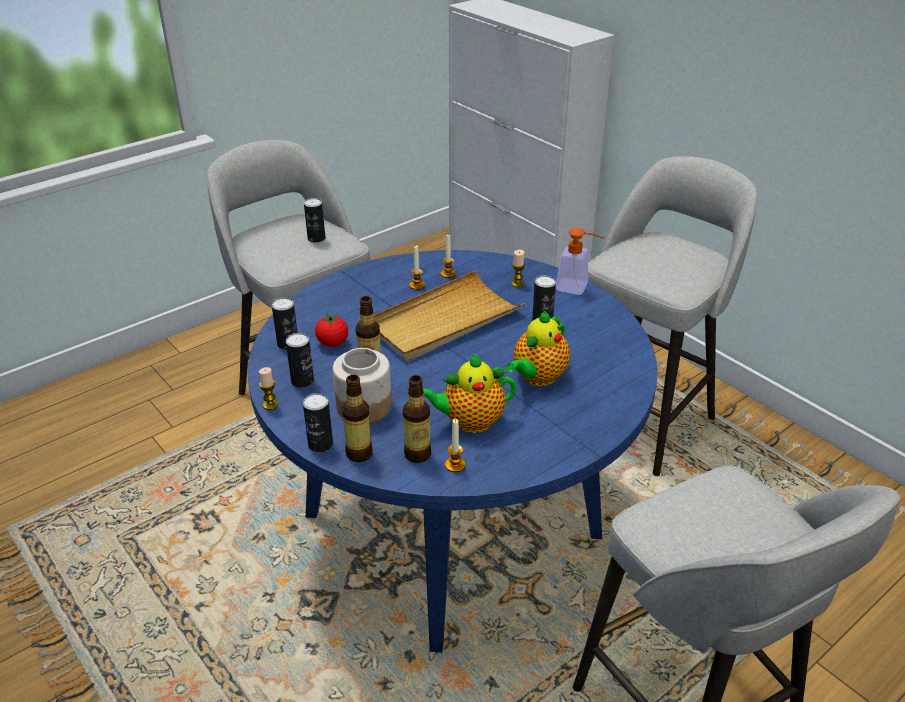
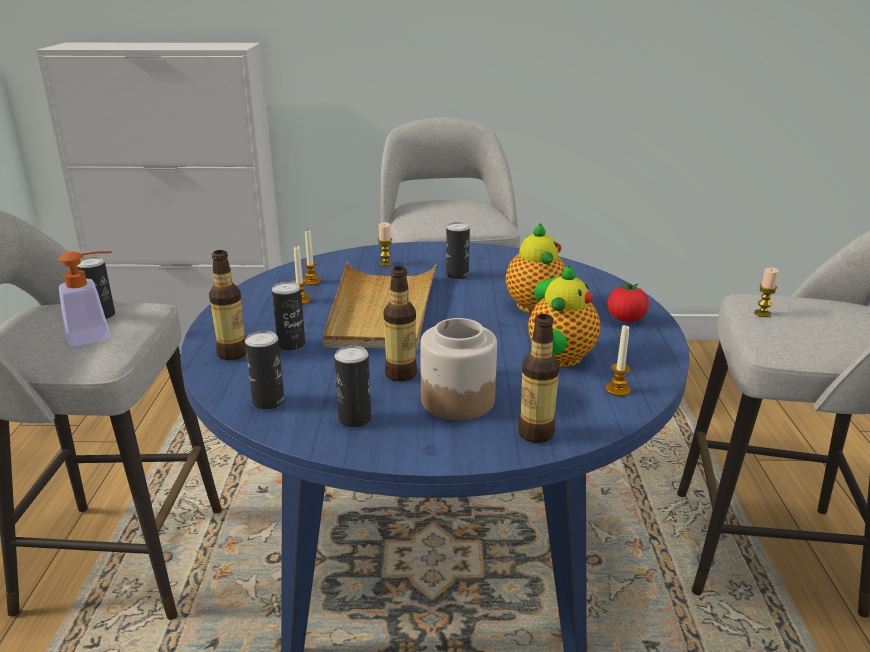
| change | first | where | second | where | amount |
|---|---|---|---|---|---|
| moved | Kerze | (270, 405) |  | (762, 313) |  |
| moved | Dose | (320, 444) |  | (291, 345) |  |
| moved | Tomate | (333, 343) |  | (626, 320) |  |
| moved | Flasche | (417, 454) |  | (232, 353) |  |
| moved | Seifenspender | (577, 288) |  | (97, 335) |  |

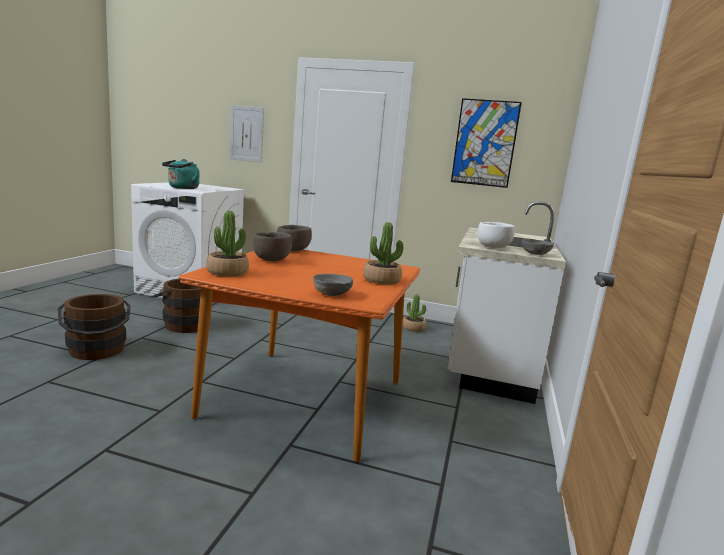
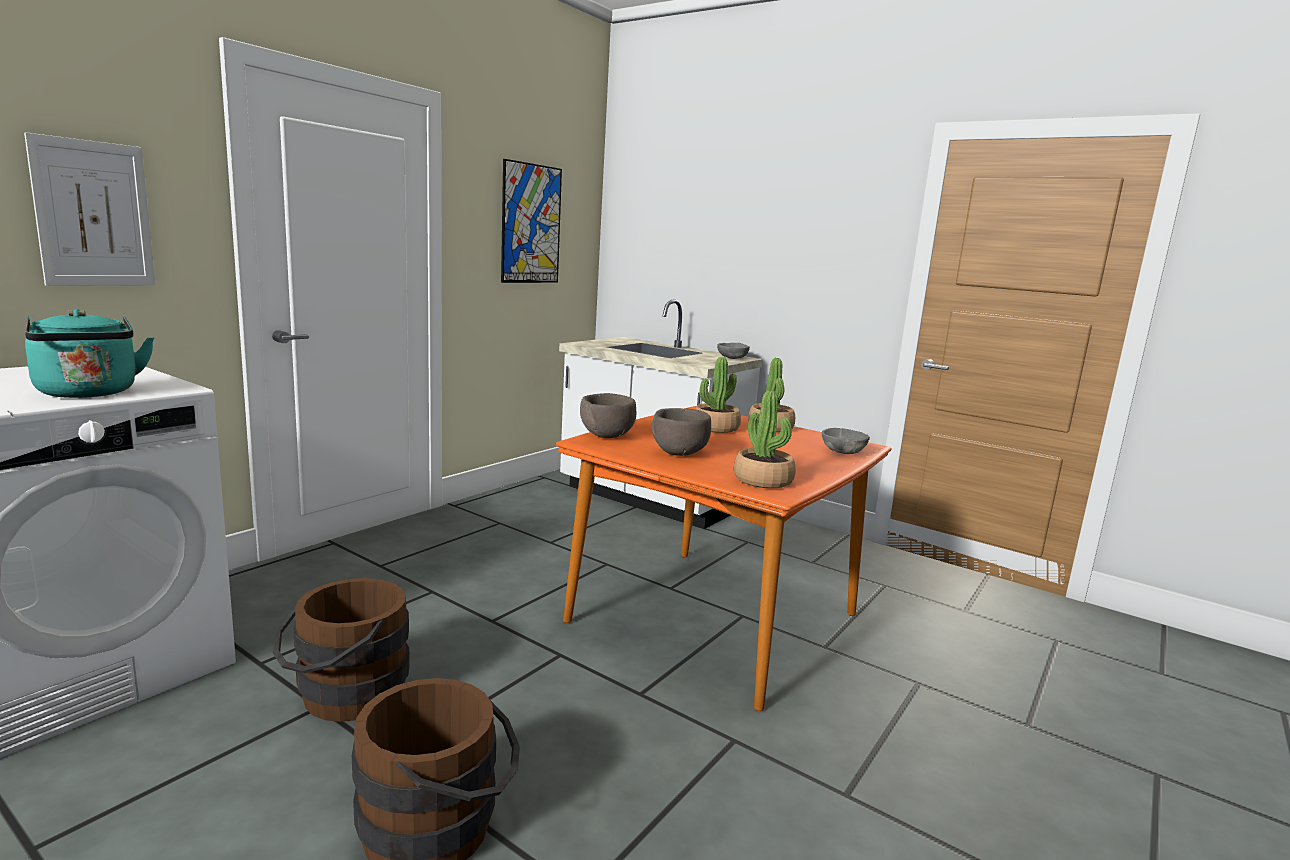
| change | first | where | second | where | amount |
|---|---|---|---|---|---|
| removed | Schüssel (weiß) | (493, 247) |  |  |  |
| moved | Topfpflanze | (413, 328) |  | (716, 428) |  |

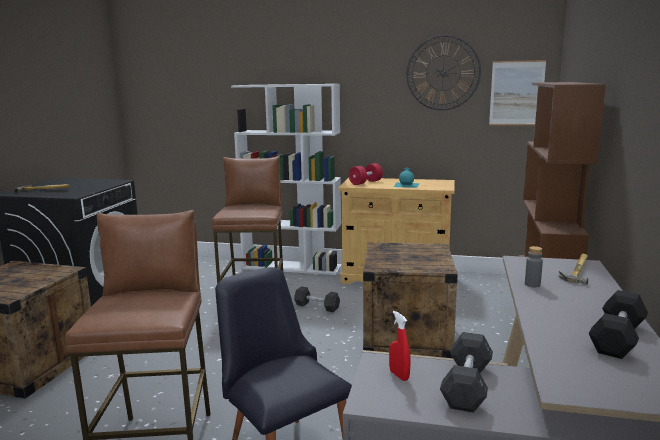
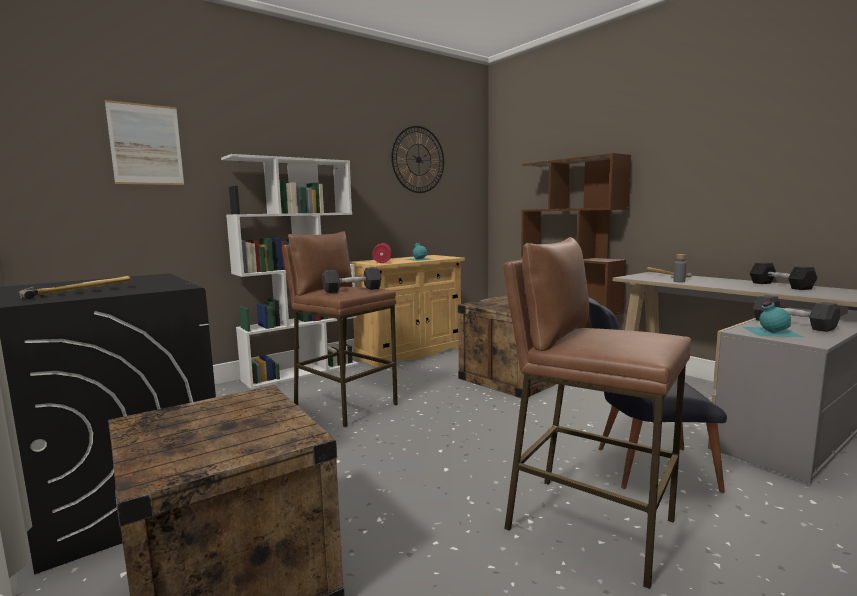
| change | first | where | second | where | amount |
|---|---|---|---|---|---|
| moved | Hantel (grau) | (317, 306) |  | (352, 290) |  |
| moved | Bild | (516, 93) |  | (146, 144) |  |
| replaced | Sprühflasche (rot) | (399, 375) | Flasche (türkis) | (770, 331) |  |

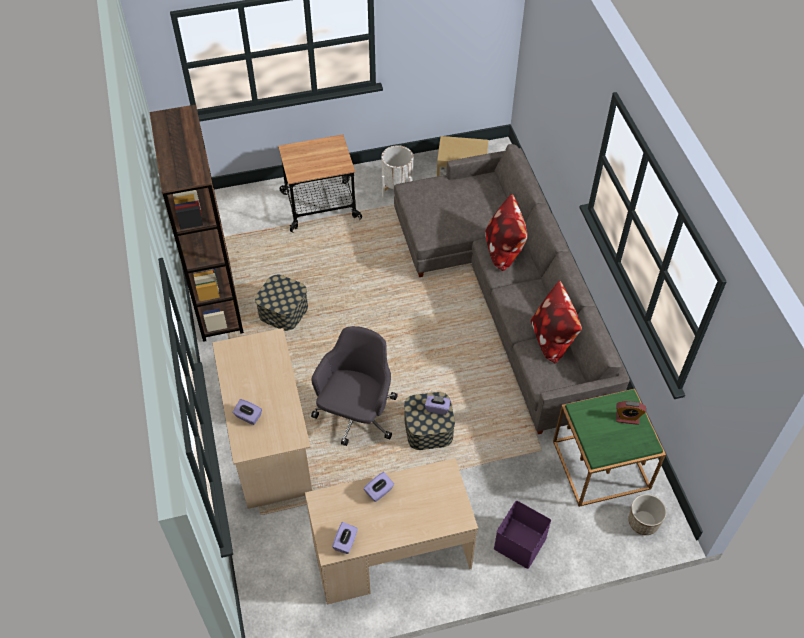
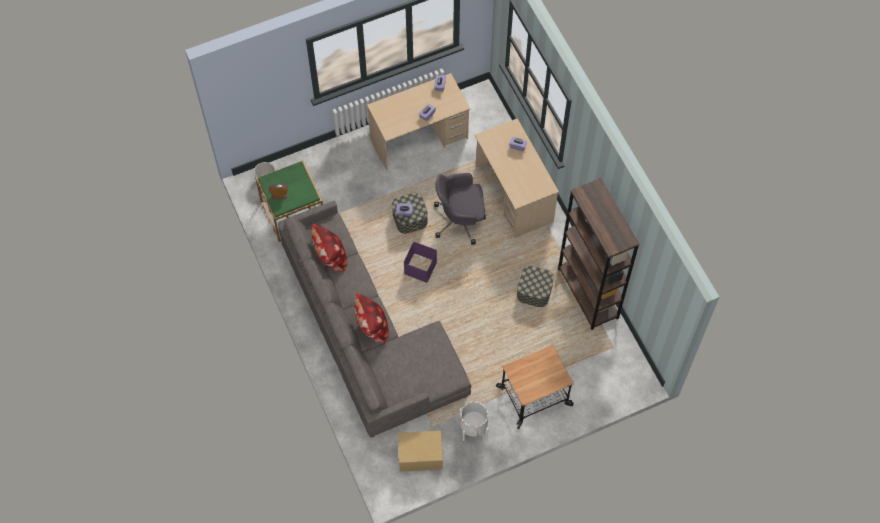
| change | first | where | second | where | amount |
|---|---|---|---|---|---|
| moved | Aufbewahrungsbox (lila) | (520, 544) |  | (420, 267) |  |
| turned | Bürostuhl (grau) | (356, 415) |  | (460, 220) | 75 degrees clockwise |

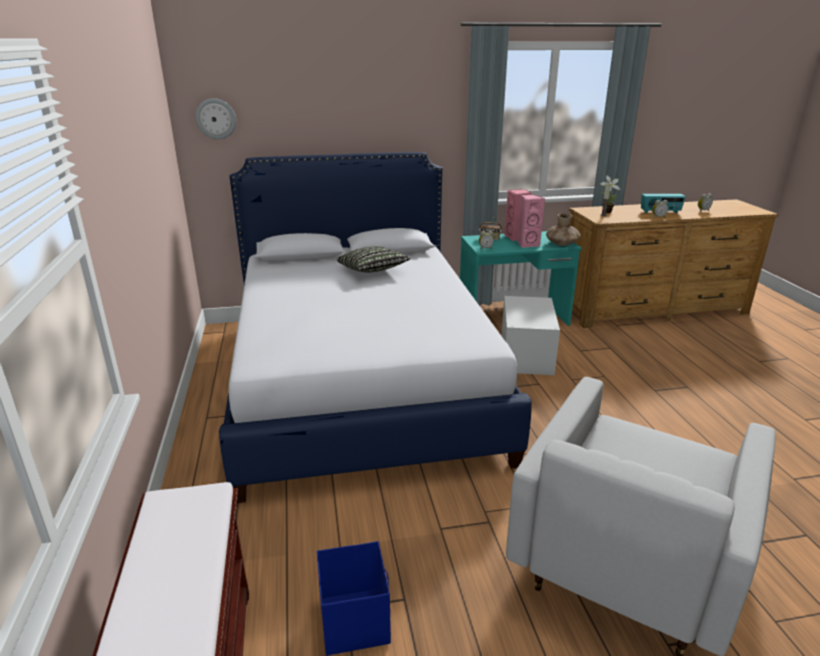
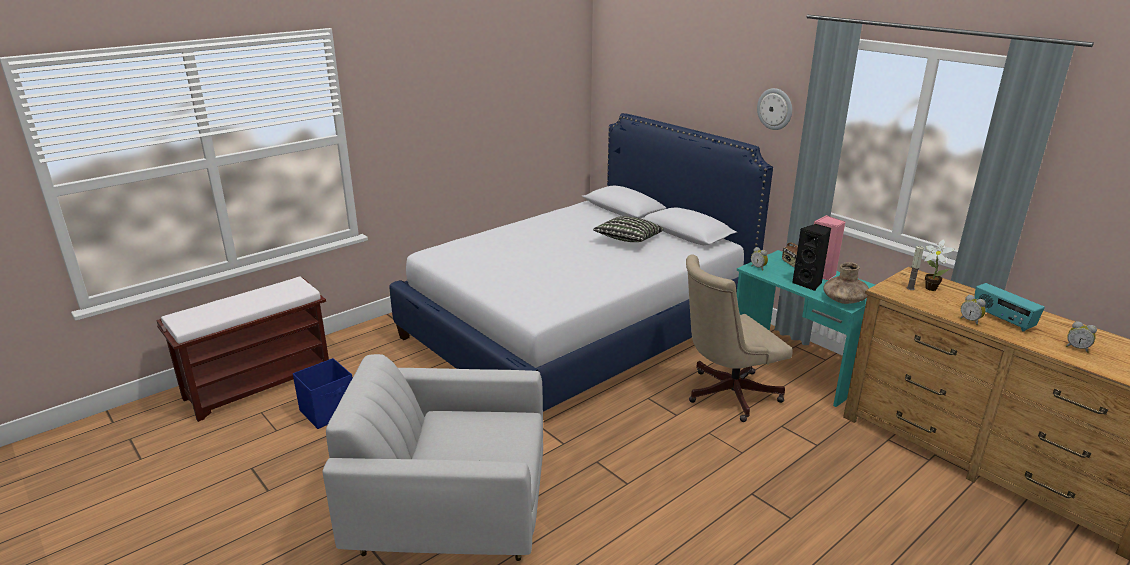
| change | first | where | second | where | amount |
|---|---|---|---|---|---|
| moved | Wanduhr | (216, 119) |  | (775, 109) |  |
| replaced | Aufbewahrungsbox (weiß) | (526, 355) | Bürostuhl (beige) | (726, 394) |  |
| recoloured | Lautsprecher (rosa) | (527, 244) | Lautsprecher (schwarz) | (809, 283) |  |

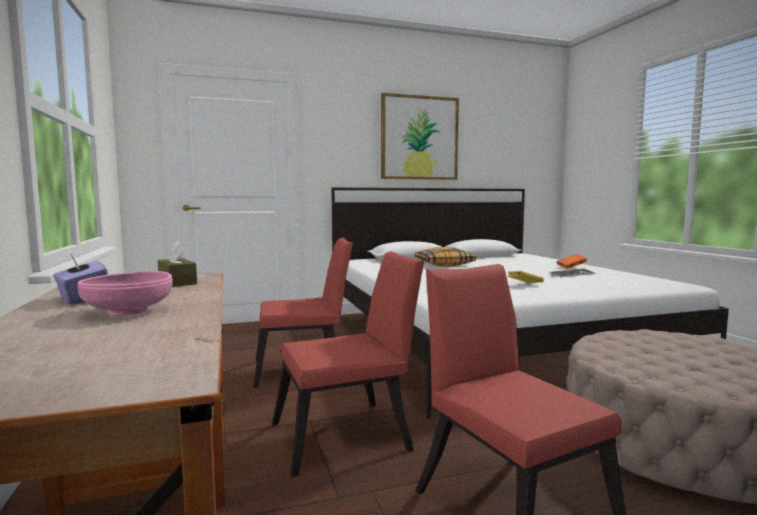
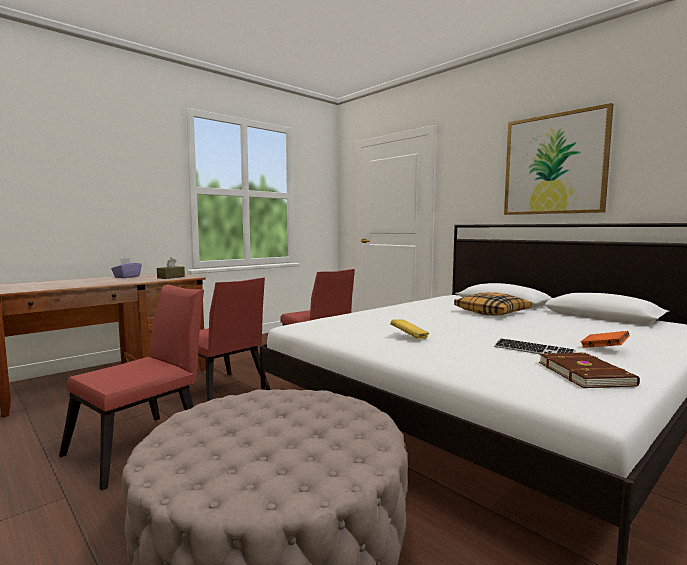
| change | first | where | second | where | amount |
|---|---|---|---|---|---|
| removed | Schüssel (rosa) | (129, 311) |  |  |  |
| added |  |  | Buch (braun) | (585, 373) |  |

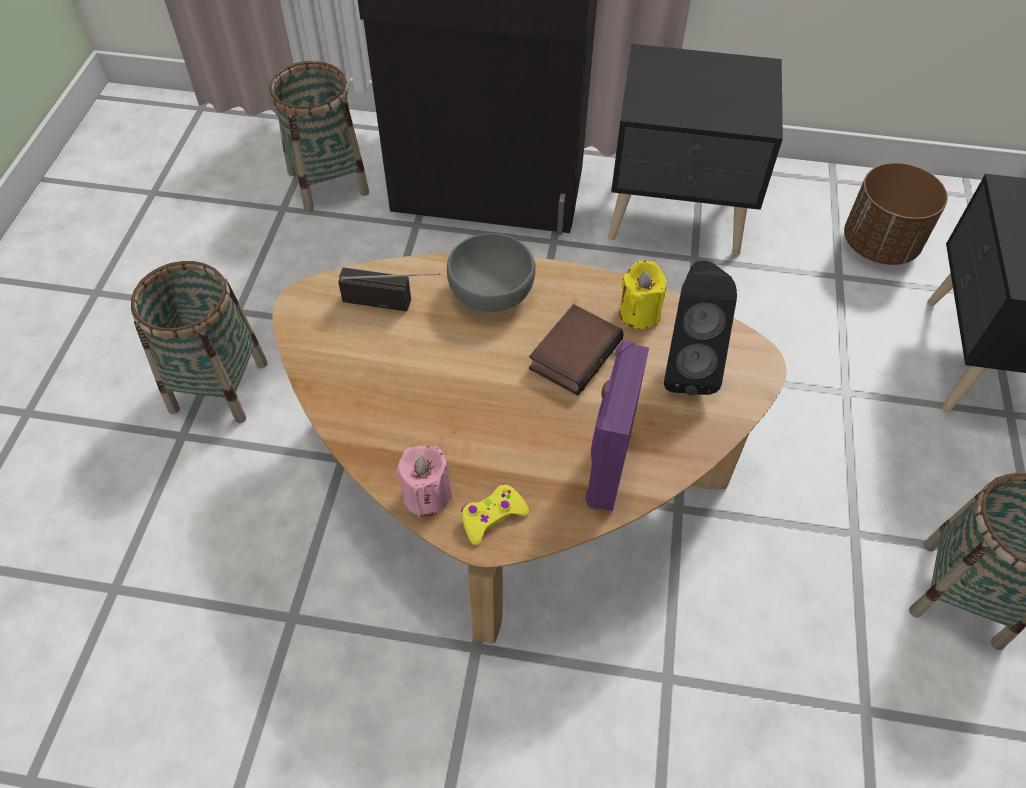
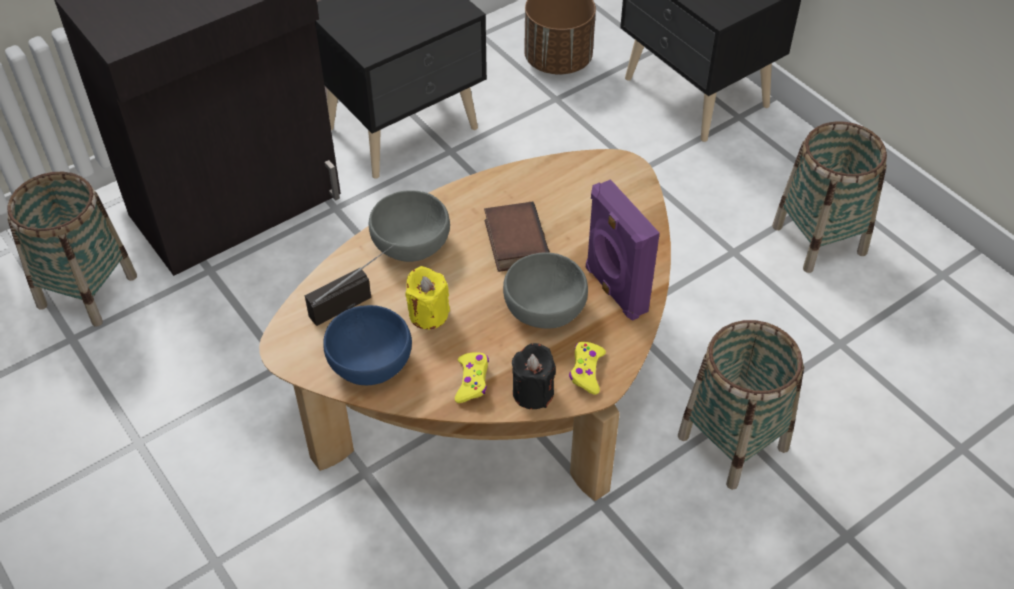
| change | first | where | second | where | amount |
|---|---|---|---|---|---|
| removed | Lautsprecher (schwarz) | (687, 366) |  |  |  |
| added |  |  | Schüssel (blau) | (369, 363) |  |
| added |  |  | Gamepad (gelb) | (472, 381) |  |
| added |  |  | Schüssel (grau) | (543, 308) |  |
| moved | Korb | (219, 386) |  | (733, 442) |  |
| moved | Kerze (gelb) | (639, 313) |  | (428, 314) |  |
| recoloured | Kerze (rosa) | (427, 495) | Kerze (schwarz) | (533, 392) |  |

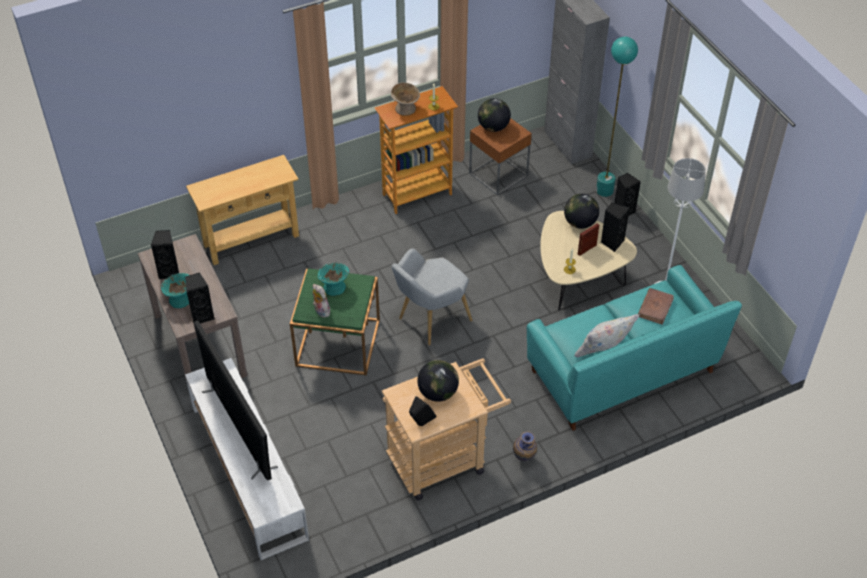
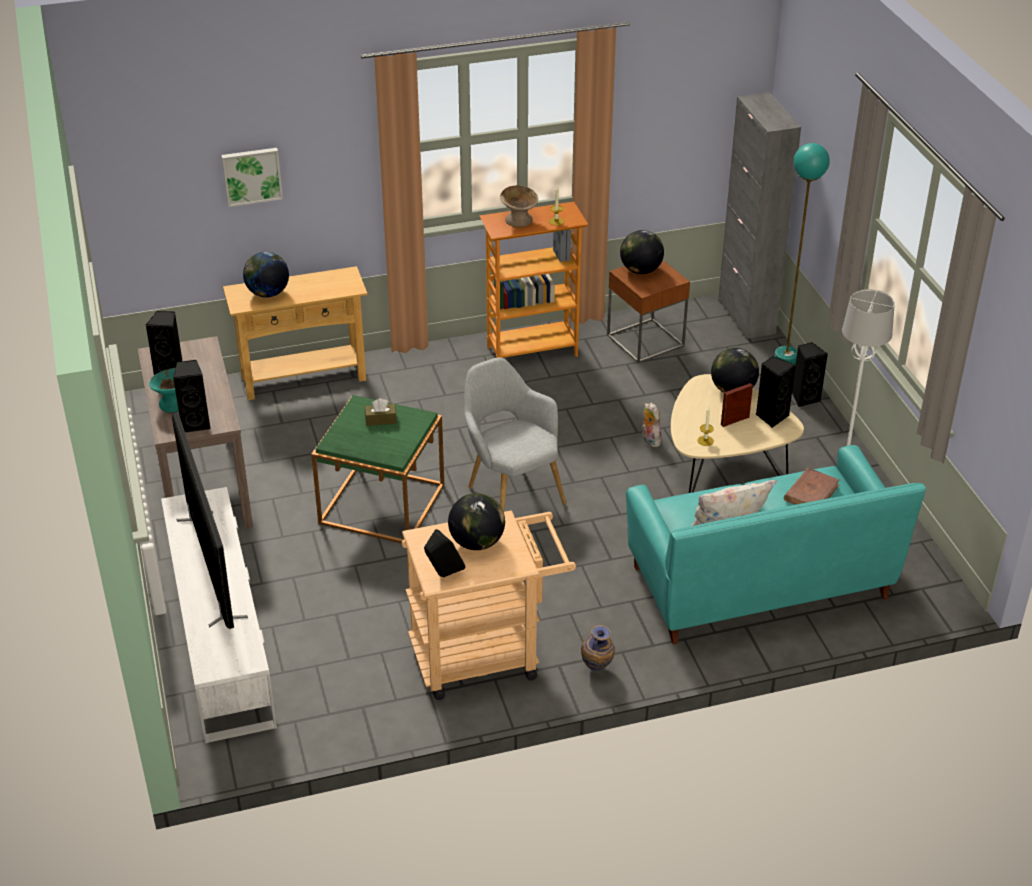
| change | first | where | second | where | amount |
|---|---|---|---|---|---|
| added |  |  | Bild | (252, 175) |  |
| added |  |  | Globus | (268, 293) |  |
| moved | Plüschtier | (320, 311) |  | (649, 440) |  |
| replaced | Schüssel (türkis) | (334, 287) | Taschentuchbox (braun) | (381, 420) |  |
| turned | Sessel (grau) | (430, 320) |  | (511, 493) | 90 degrees clockwise |

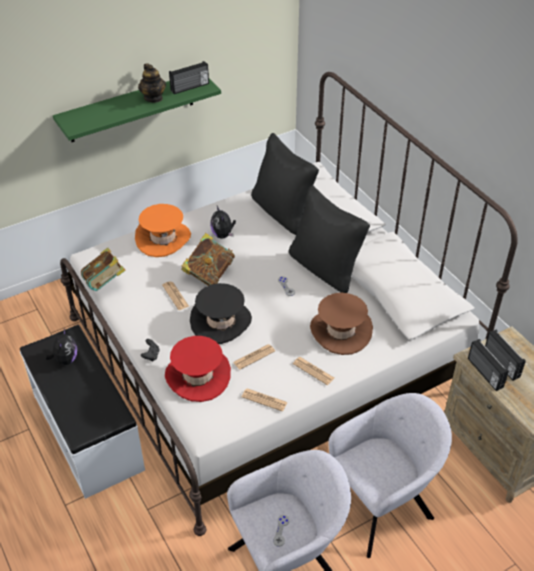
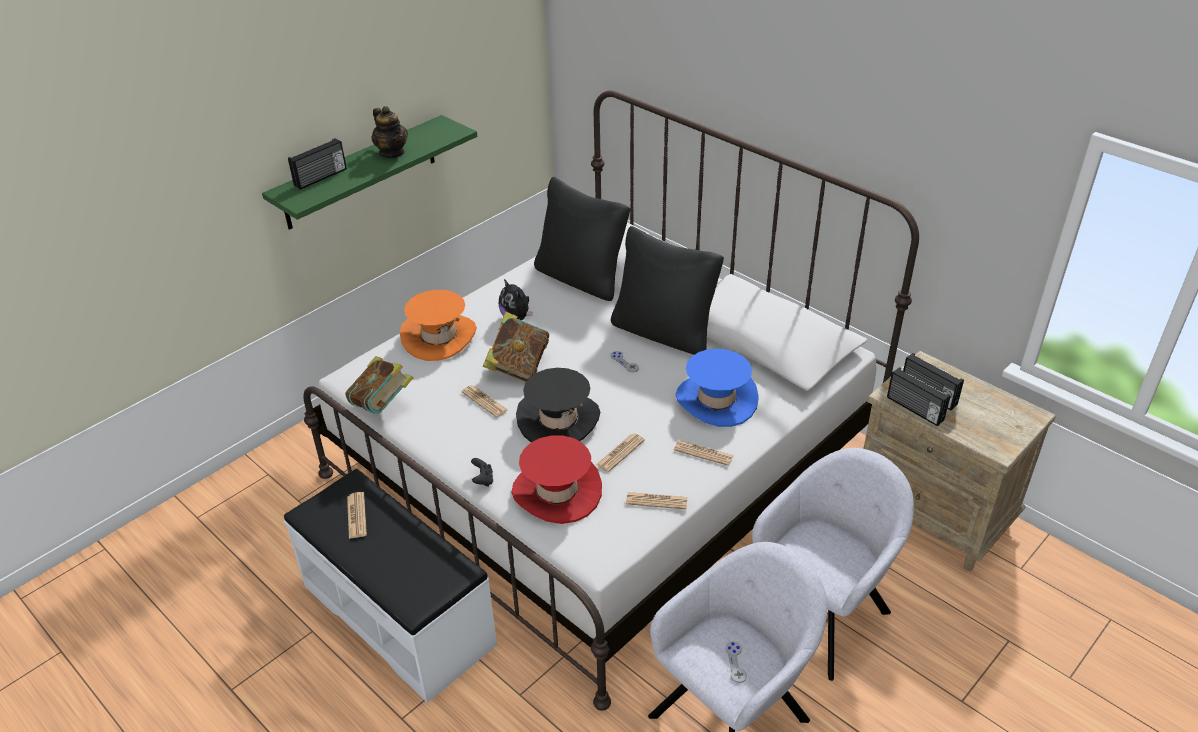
| change | first | where | second | where | amount |
|---|---|---|---|---|---|
| moved | Radio | (190, 87) |  | (321, 178) |  |
| replaced | Plüschtier | (65, 359) | Zeitung | (356, 516) |  |
| recoloured | Hut (braun) | (341, 331) | Hut (blau) | (716, 400) |  |

